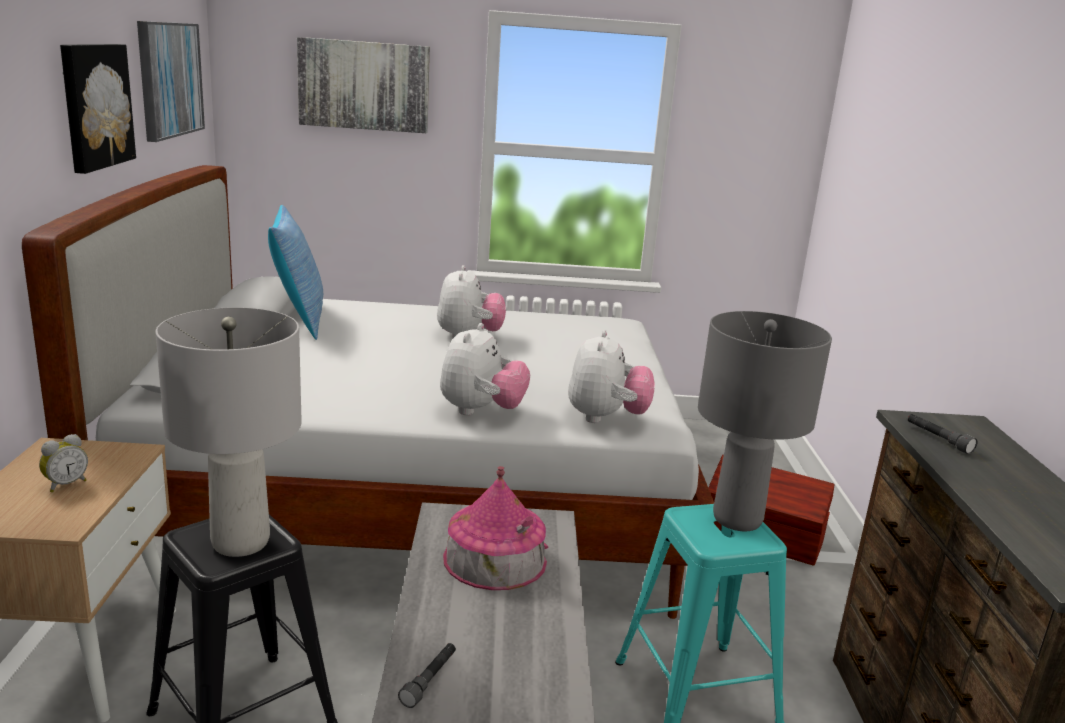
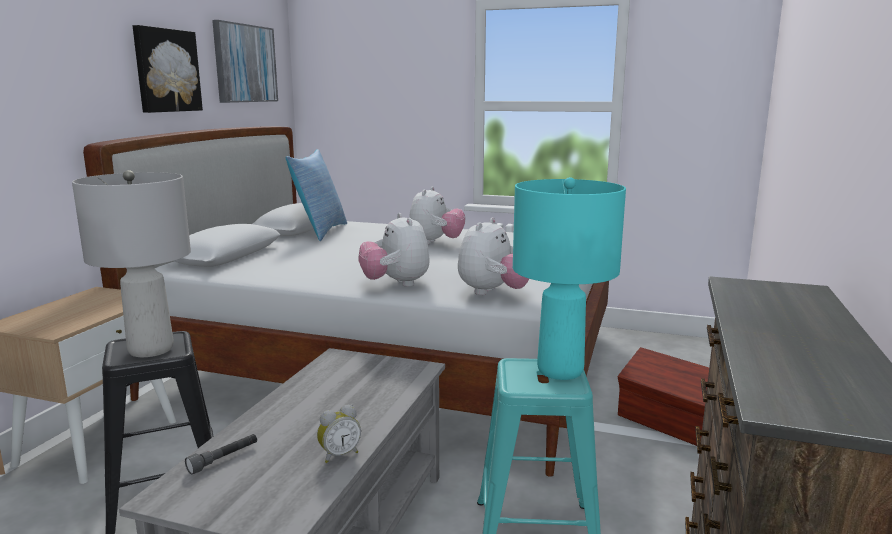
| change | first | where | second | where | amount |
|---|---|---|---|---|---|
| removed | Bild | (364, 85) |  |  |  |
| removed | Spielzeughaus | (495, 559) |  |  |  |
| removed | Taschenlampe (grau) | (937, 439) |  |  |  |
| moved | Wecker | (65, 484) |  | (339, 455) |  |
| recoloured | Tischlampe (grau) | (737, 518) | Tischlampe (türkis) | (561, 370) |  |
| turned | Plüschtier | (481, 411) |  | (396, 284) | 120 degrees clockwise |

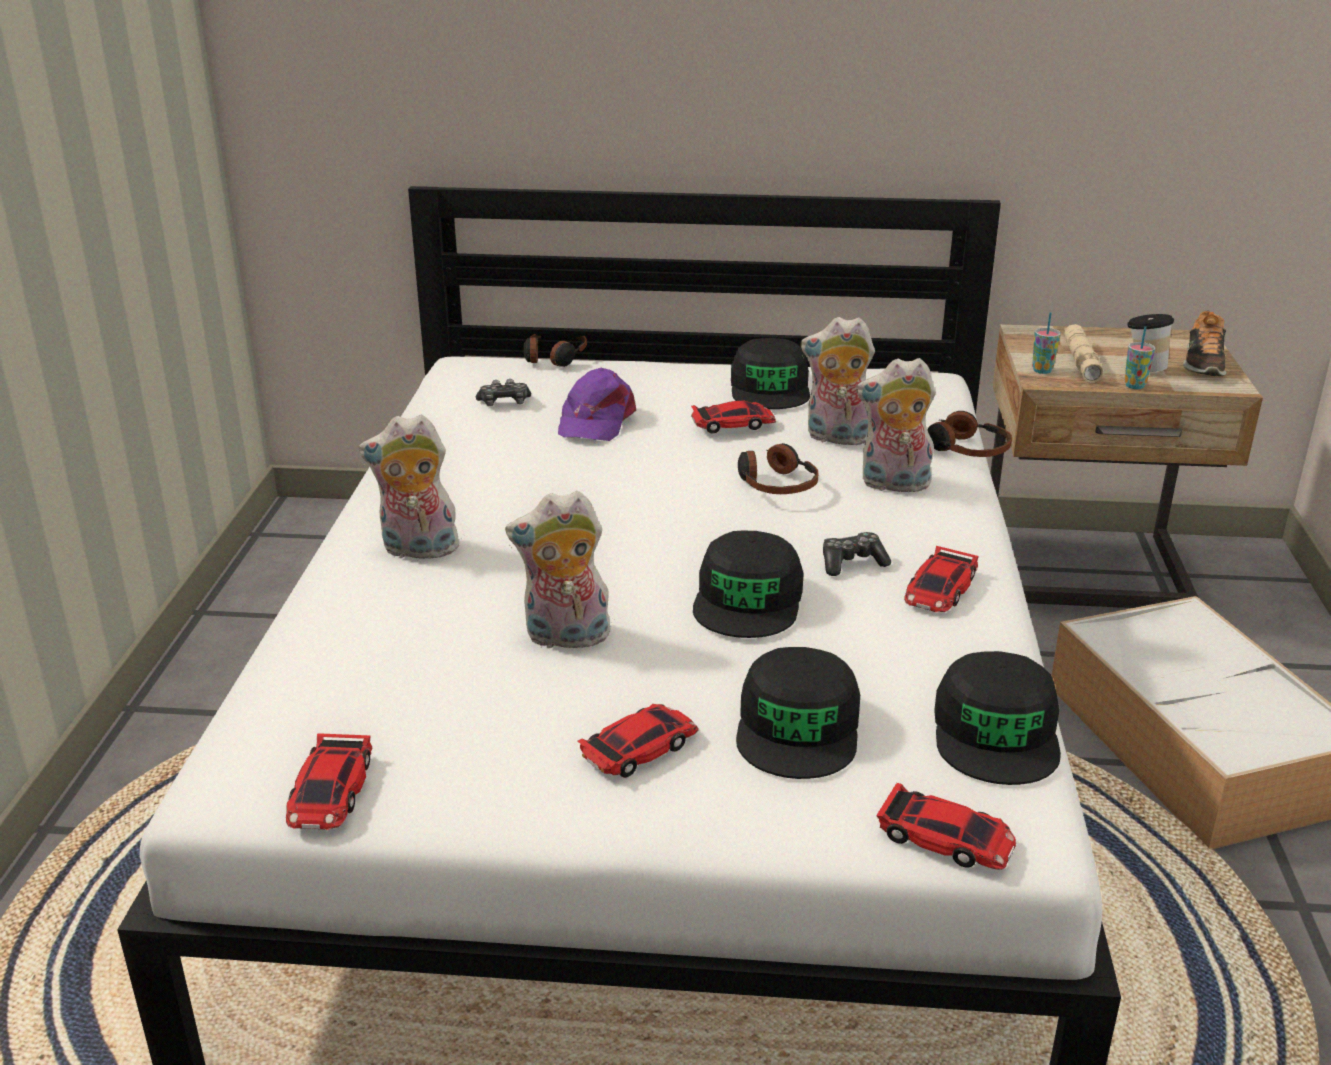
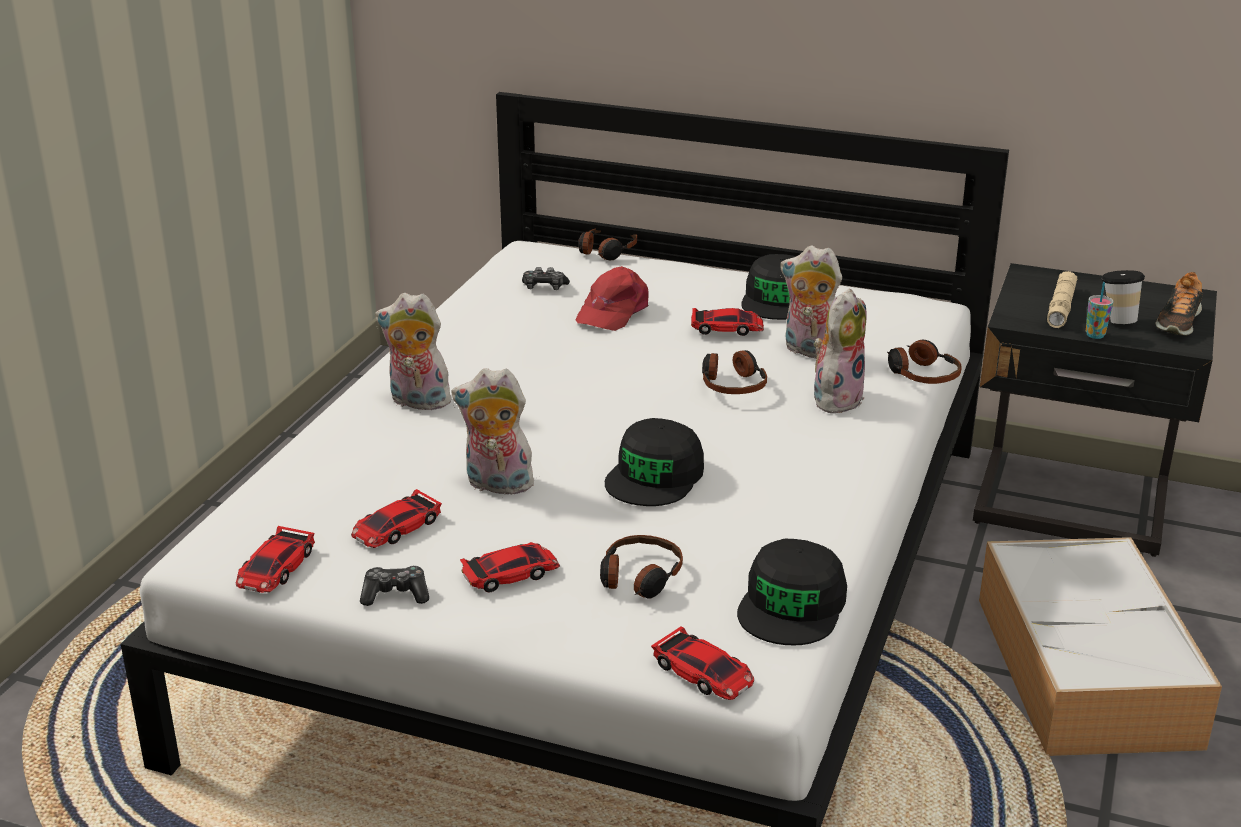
| change | first | where | second | where | amount |
|---|---|---|---|---|---|
| removed | Tasse | (1042, 370) |  |  |  |
| moved | Gamepad | (852, 563) |  | (395, 594) |  |
| moved | Spielzeugauto | (940, 589) |  | (397, 528) |  |
| replaced | Kappe (schwarz) | (799, 728) | Kopfhörer | (639, 578) |  |
| recoloured | Kappe (lila) | (595, 420) | Kappe (rot) | (613, 311) |  |
| recoloured | Nachttisch (beige) | (1086, 575) | Nachttisch (schwarz) | (1072, 508) |  |
| turned | Plüschtier | (893, 485) |  | (836, 398) | 105 degrees clockwise |

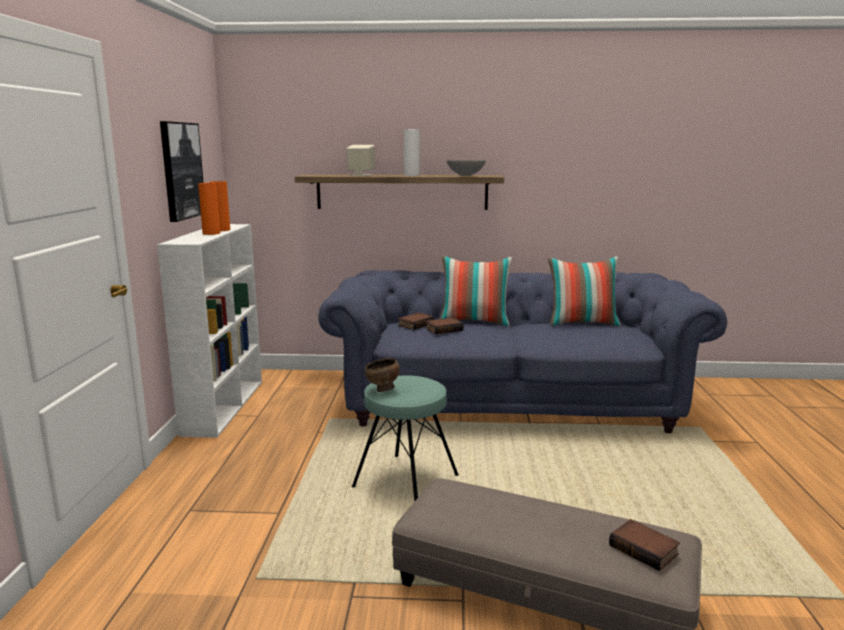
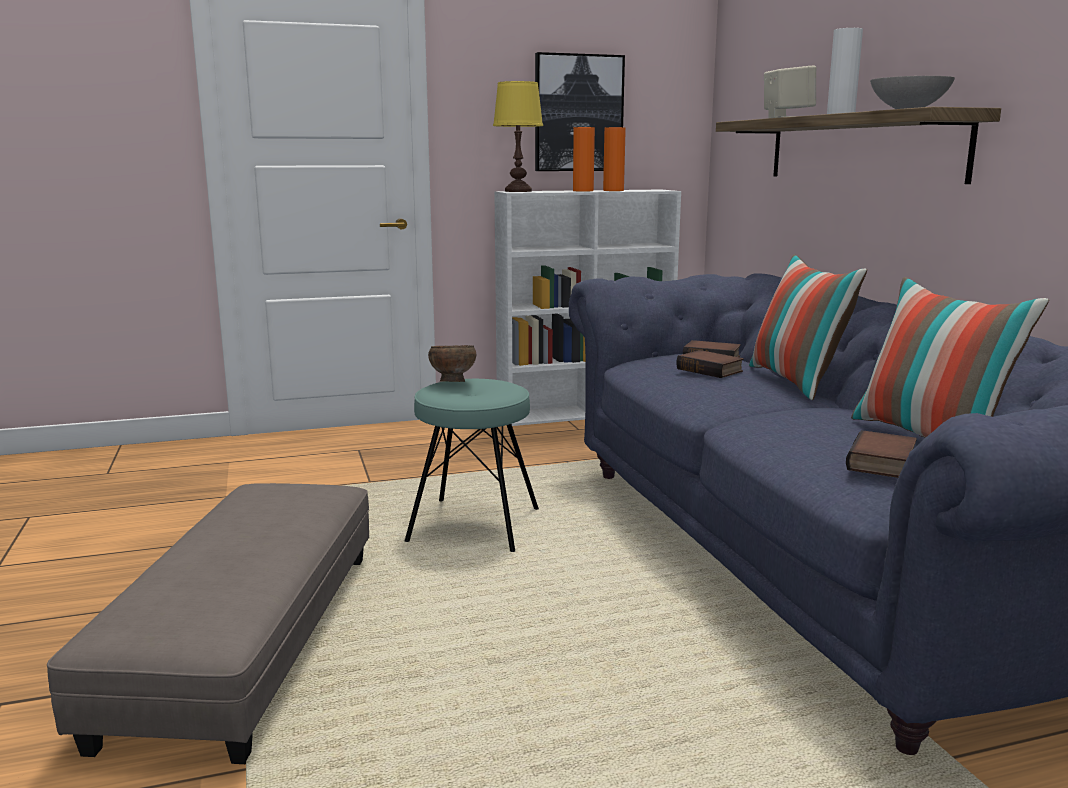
| change | first | where | second | where | amount |
|---|---|---|---|---|---|
| added |  |  | Tischlampe (gelb) | (517, 191) |  |
| moved | Buch | (645, 549) |  | (883, 463) |  |

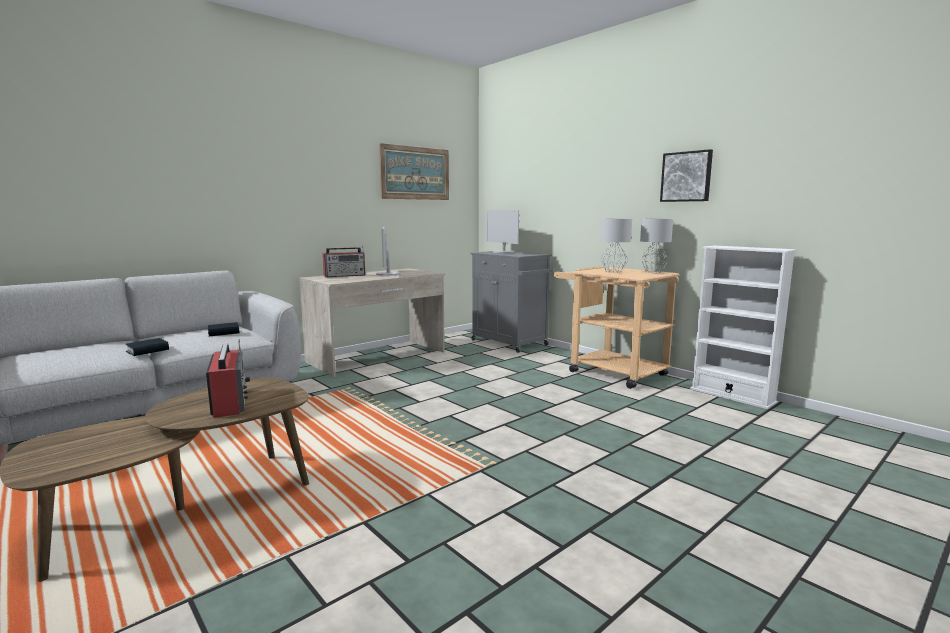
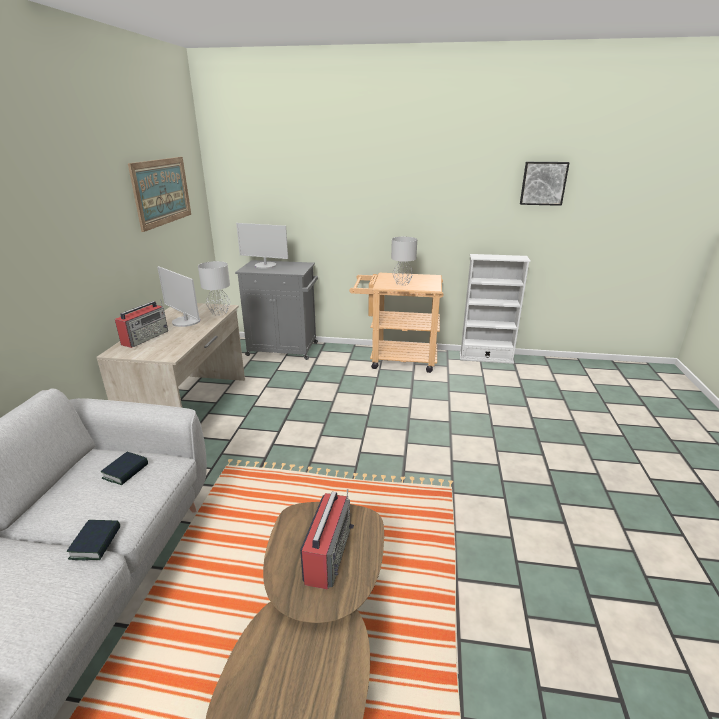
| change | first | where | second | where | amount |
|---|---|---|---|---|---|
| moved | Tischlampe (grau) | (653, 272) |  | (219, 312) |  |
| moved | Bild | (686, 176) |  | (543, 183) |  |
| turned | Radio | (229, 402) |  | (328, 554) | 75 degrees clockwise |

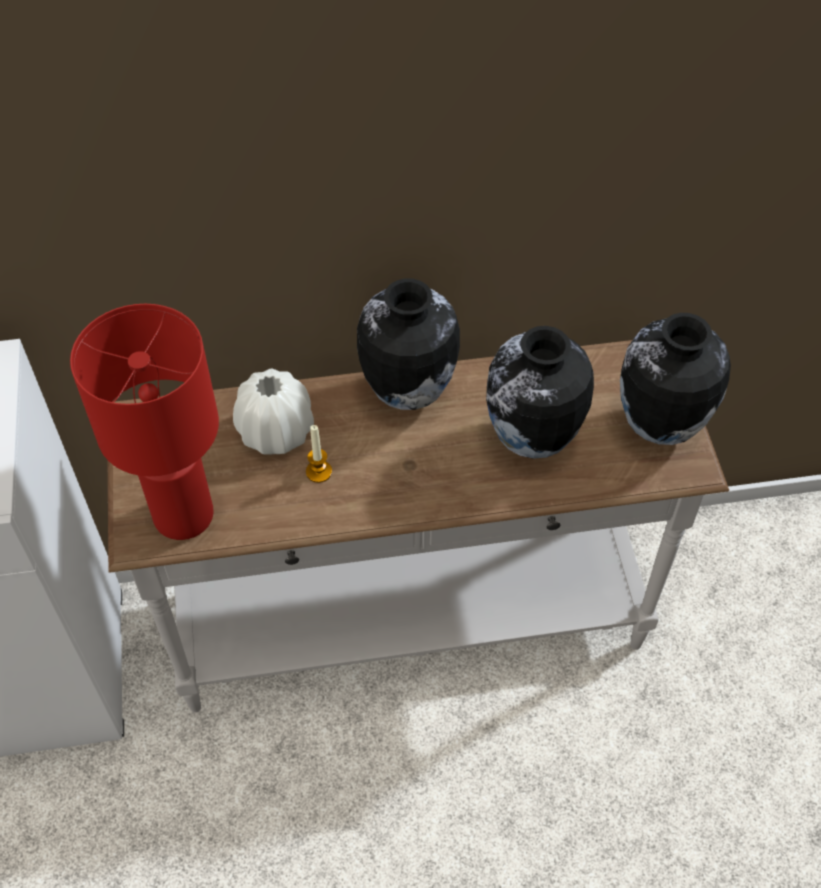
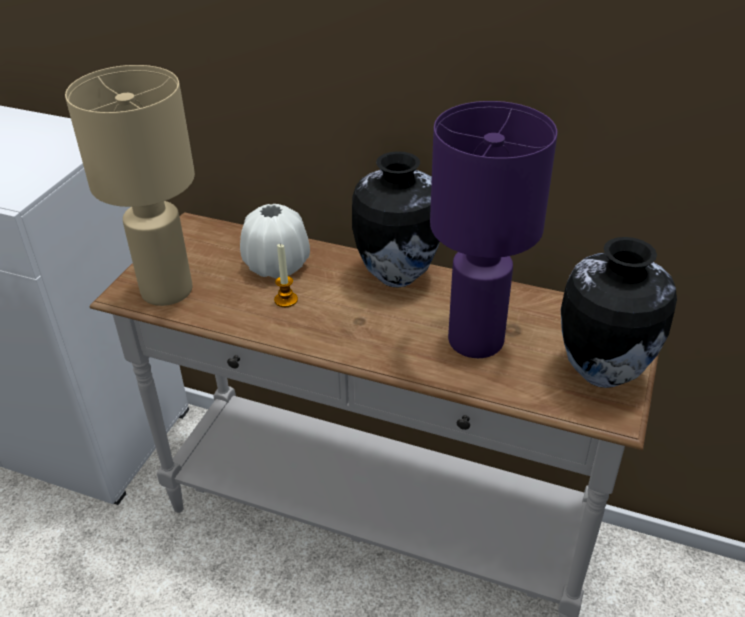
| change | first | where | second | where | amount |
|---|---|---|---|---|---|
| replaced | Vase | (531, 441) | Tischlampe (lila) | (474, 341) |  |
| recoloured | Tischlampe (rot) | (183, 514) | Tischlampe (beige) | (167, 290) |  |

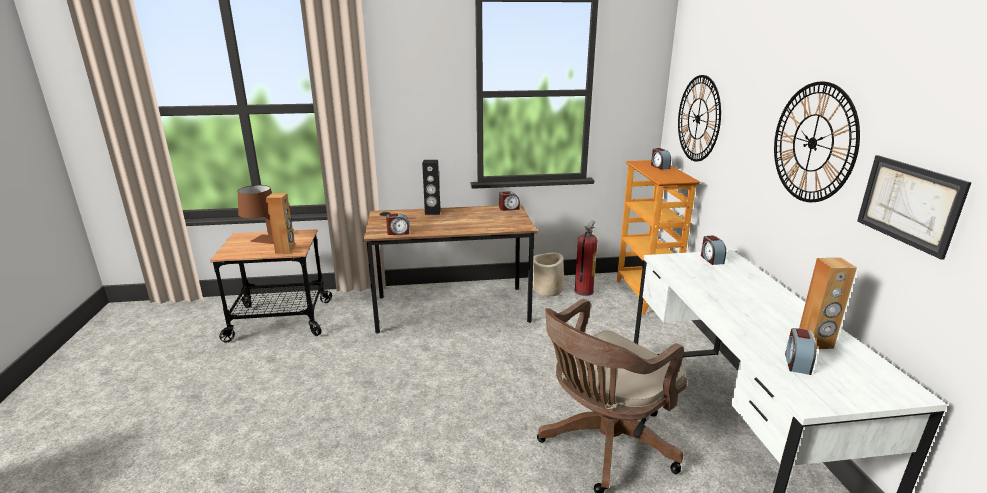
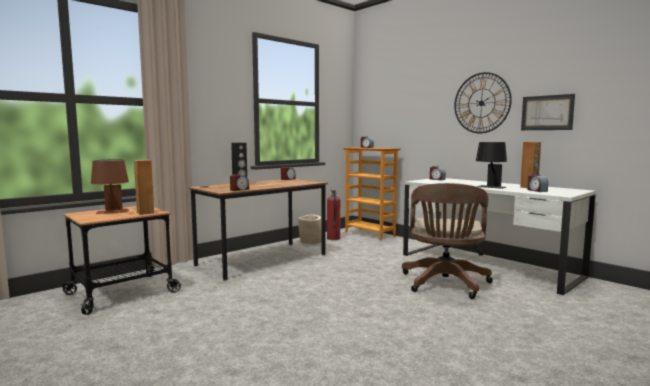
| change | first | where | second | where | amount |
|---|---|---|---|---|---|
| removed | Wanduhr | (698, 119) |  |  |  |
| added |  |  | Tischlampe (schwarz) | (490, 187) |  |

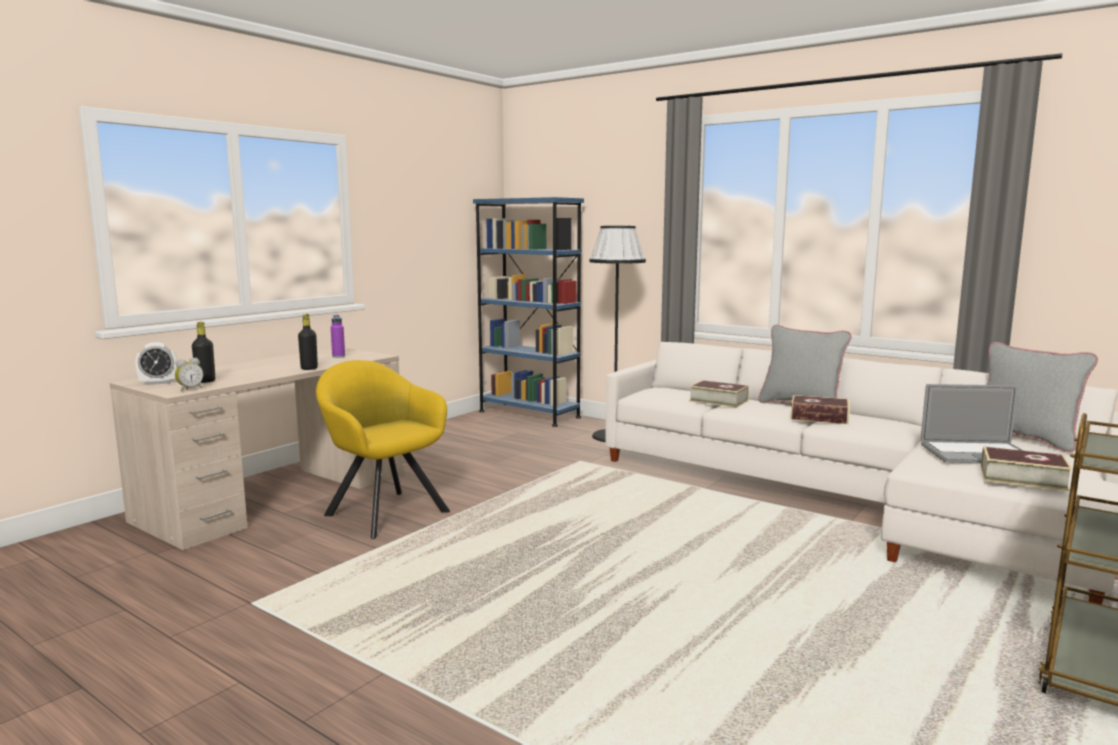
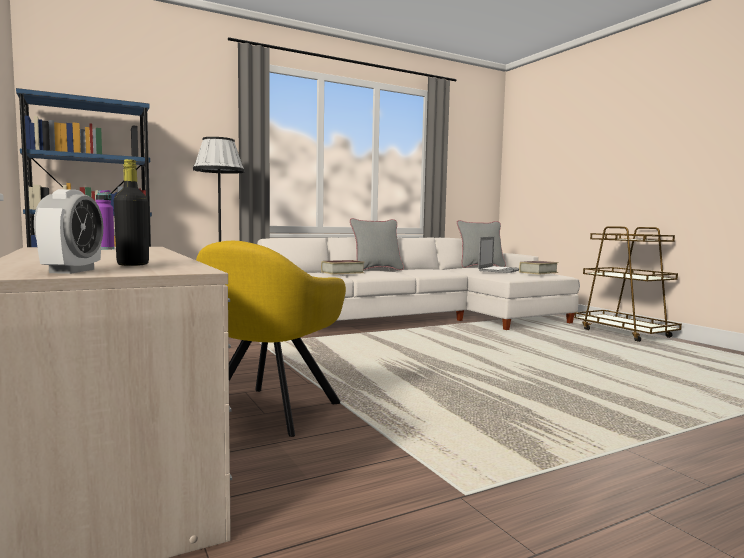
| change | first | where | second | where | amount |
|---|---|---|---|---|---|
| removed | Wecker | (190, 389) |  |  |  |
| removed | Flasche (schwarz) | (309, 368) |  |  |  |
| removed | Buch | (819, 417) |  |  |  |
| turned | Sessel (gelb) | (383, 511) |  | (267, 412) | 45 degrees counterclockwise |

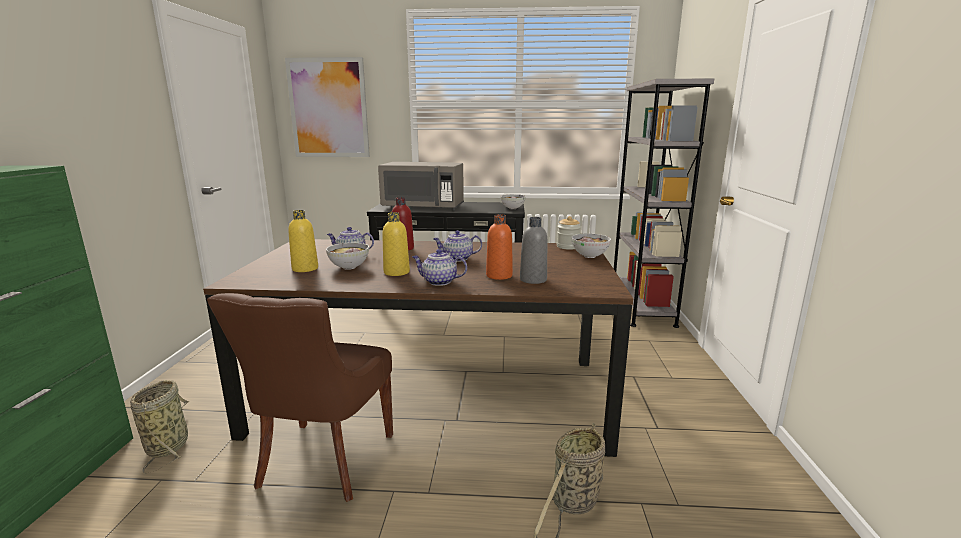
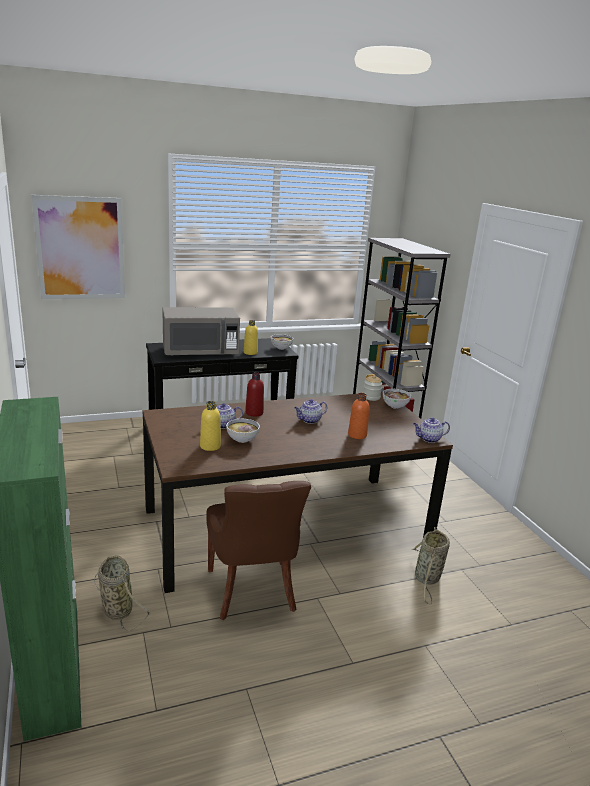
| change | first | where | second | where | amount |
|---|---|---|---|---|---|
| removed | Flasche (grau) | (533, 280) |  |  |  |
| moved | Flasche (gelb) | (396, 272) |  | (250, 352) |  |
| moved | Teekanne | (439, 282) |  | (429, 439) |  |

